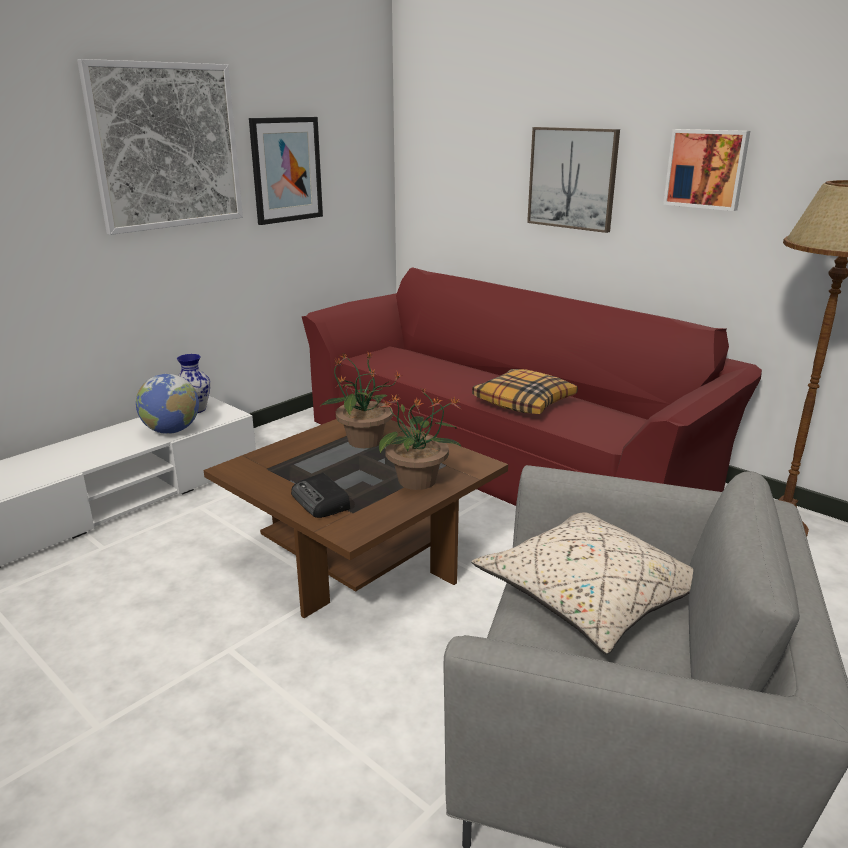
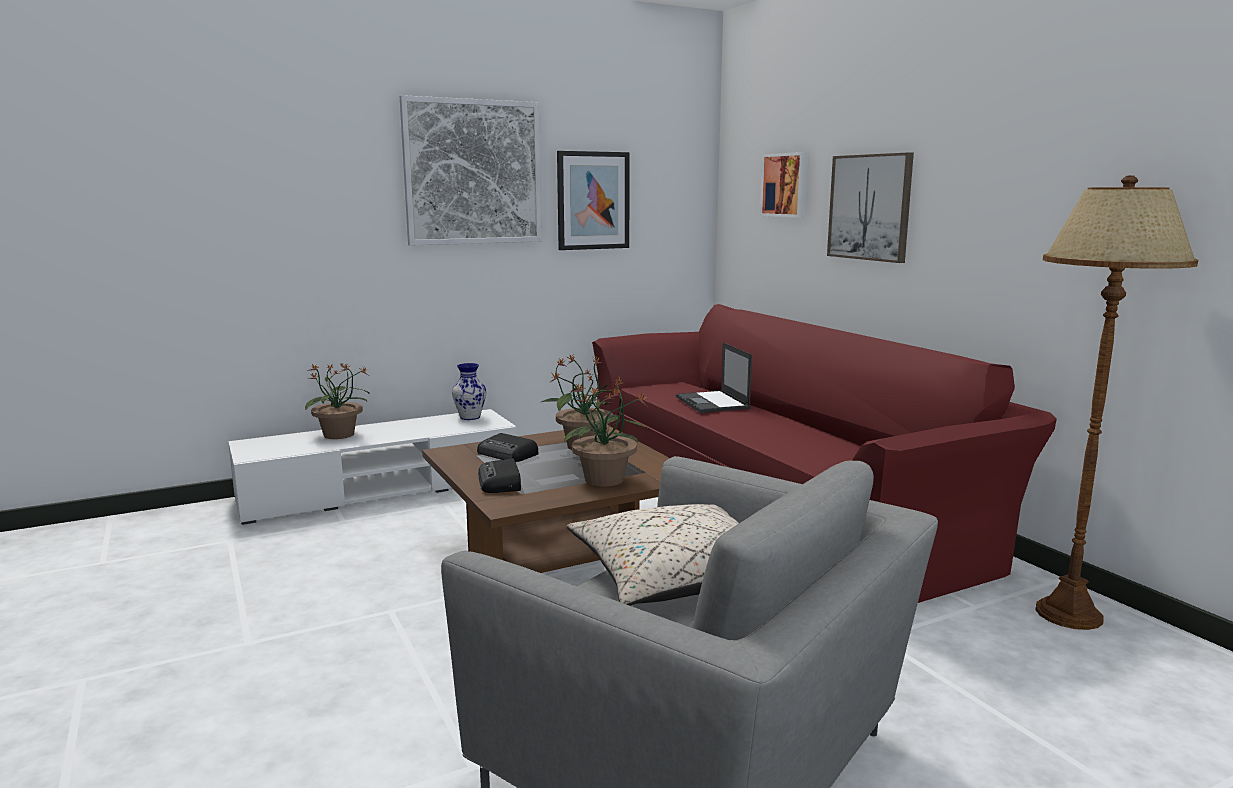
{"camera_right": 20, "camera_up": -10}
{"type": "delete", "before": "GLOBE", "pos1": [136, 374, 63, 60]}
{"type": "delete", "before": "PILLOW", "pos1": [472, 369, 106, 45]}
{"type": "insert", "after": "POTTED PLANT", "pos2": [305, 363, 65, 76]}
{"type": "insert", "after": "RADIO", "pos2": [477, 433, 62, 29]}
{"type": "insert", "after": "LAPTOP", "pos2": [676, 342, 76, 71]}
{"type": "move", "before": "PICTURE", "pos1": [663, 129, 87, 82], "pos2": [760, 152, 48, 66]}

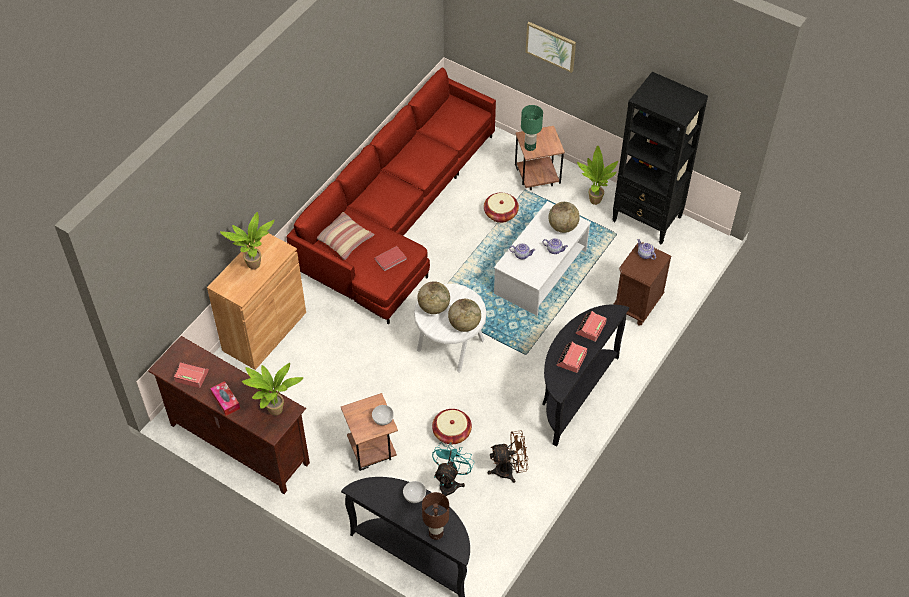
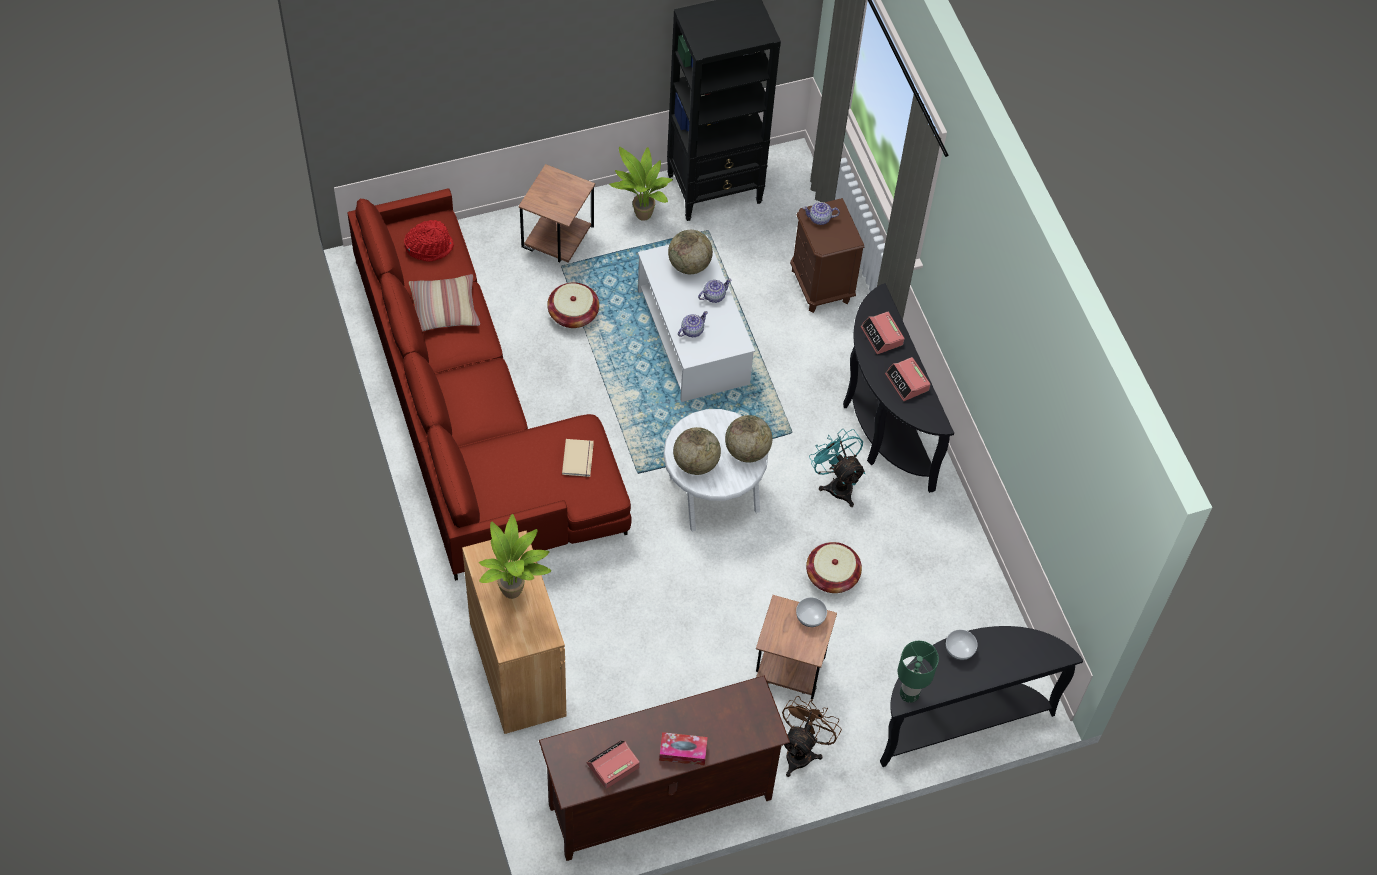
{"camera_right": -55, "camera_up": 5}
{"type": "delete", "before": "POTTED PLANT", "pos1": [242, 363, 61, 53]}
{"type": "delete", "before": "BROWN TABLE LAMP", "pos1": [422, 492, 27, 48]}
{"type": "delete", "before": "PICTURE", "pos1": [526, 22, 50, 51]}
{"type": "insert", "after": "RED HAT", "pos2": [404, 220, 50, 42]}
{"type": "move", "before": "PILLOW", "pos1": [317, 212, 58, 48], "pos2": [409, 274, 71, 57]}
{"type": "move", "before": "TURQUOISE FAN", "pos1": [432, 442, 42, 54], "pos2": [809, 429, 56, 78]}
{"type": "move", "before": "BROWN FAN", "pos1": [488, 431, 40, 52], "pos2": [782, 696, 60, 81]}
{"type": "move", "before": "GREEN TABLE LAMP", "pos1": [521, 105, 22, 46], "pos2": [898, 641, 41, 62]}
{"type": "recolor", "before": "RED BOOK", "after": "BEIGE BOOK", "pos1": [374, 246, 33, 25], "pos2": [562, 439, 32, 38]}

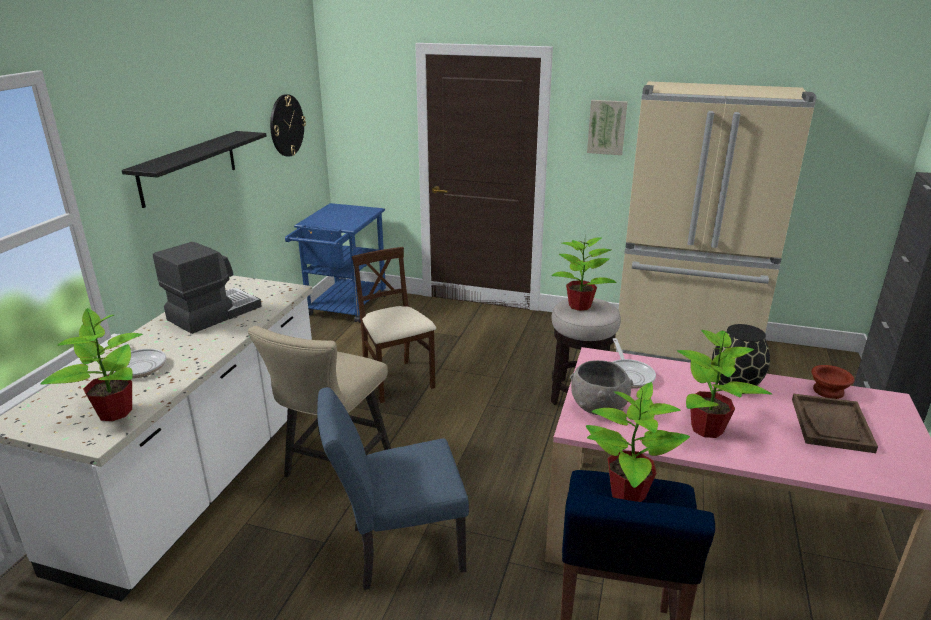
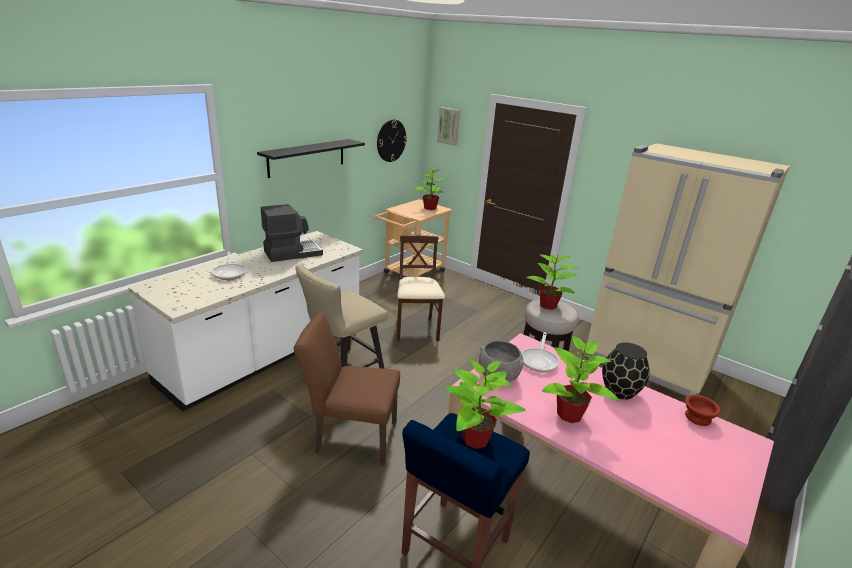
{"camera_right": 20, "camera_up": 0}
{"type": "delete", "before": "BROWN TRAY", "pos1": [792, 394, 86, 59]}
{"type": "move", "before": "POTTED PLANT", "pos1": [40, 308, 103, 113], "pos2": [412, 167, 36, 43]}
{"type": "move", "before": "PICTURE", "pos1": [587, 100, 41, 55], "pos2": [437, 107, 23, 39]}
{"type": "recolor", "before": "BLUE CART", "after": "BEIGE CART", "pos1": [285, 203, 101, 120], "pos2": [374, 199, 79, 78]}
{"type": "recolor", "before": "BLUE CHAIR", "after": "BROWN CHAIR", "pos1": [317, 387, 152, 203], "pos2": [294, 313, 106, 152]}

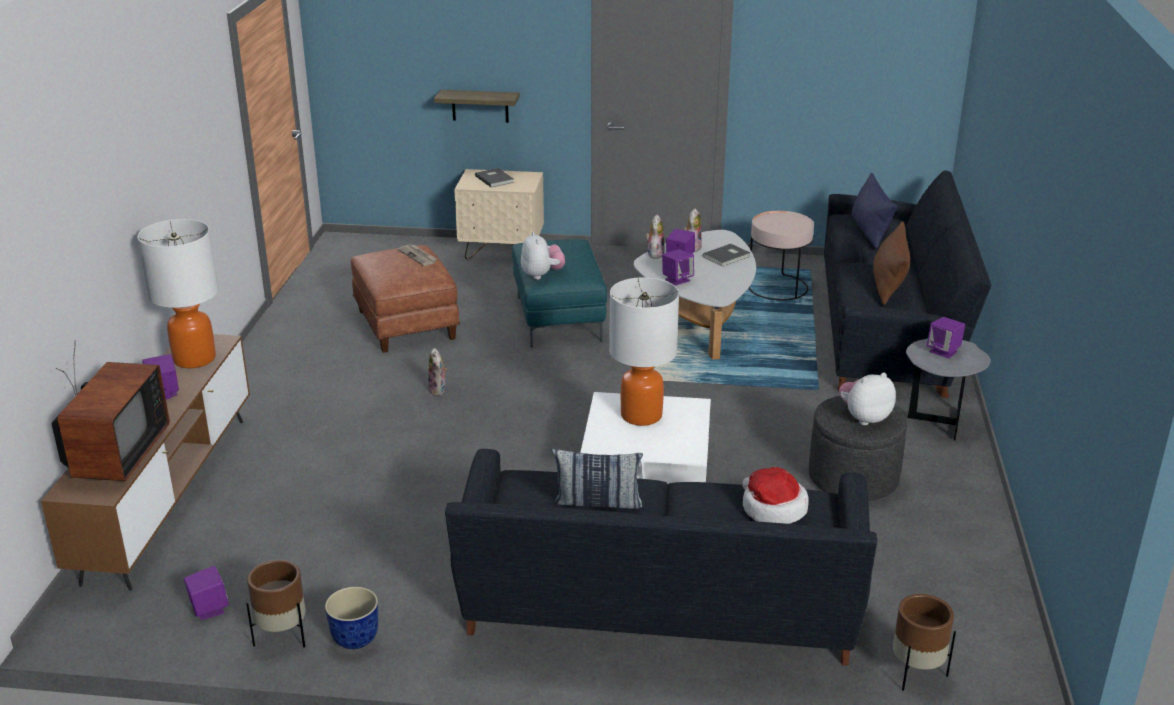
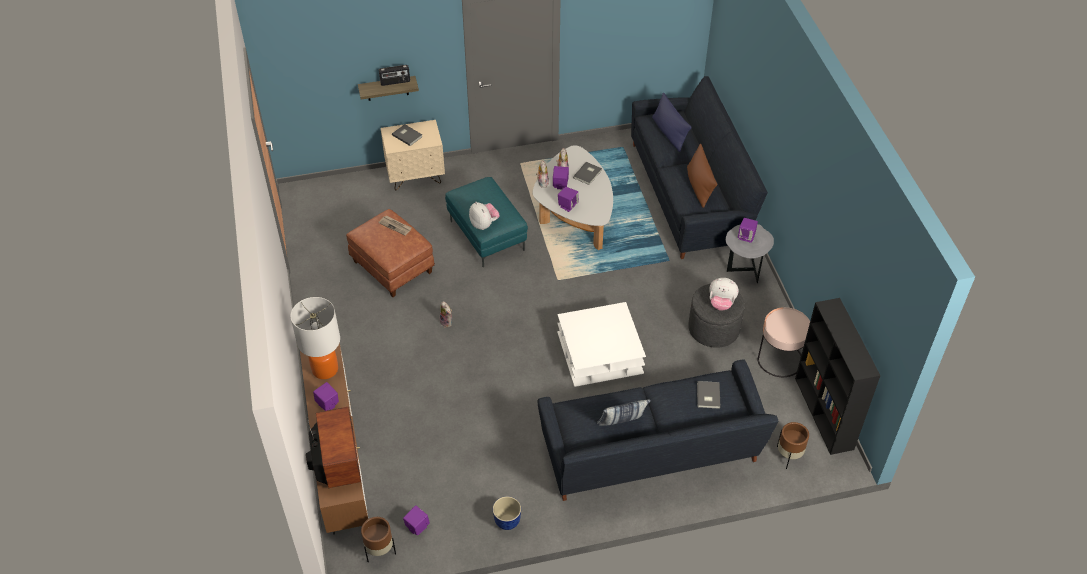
{"camera_right": -20, "camera_up": 20}
{"type": "delete", "before": "TABLE LAMP", "pos1": [609, 277, 70, 149]}
{"type": "insert", "after": "RADIO", "pos2": [379, 65, 31, 21]}
{"type": "insert", "after": "BLACK BOOKCASE", "pos2": [795, 298, 86, 157]}
{"type": "move", "before": "BROWN PLANTER", "pos1": [246, 560, 60, 88], "pos2": [361, 517, 35, 45]}
{"type": "move", "before": "PINK SIDE TABLE", "pos1": [748, 211, 66, 89], "pos2": [758, 307, 52, 70]}
{"type": "replace", "before": "HAT", "after": "GREY BOOK", "pos1": [742, 467, 67, 57], "pos2": [697, 381, 24, 28]}
{"type": "rotate", "before": "PLUSH TOY", "pos1": [839, 373, 57, 52], "pos2": [709, 278, 30, 33], "turn": -120}

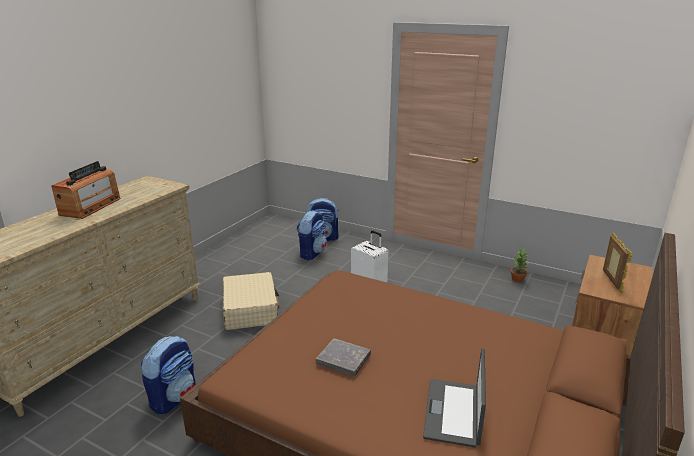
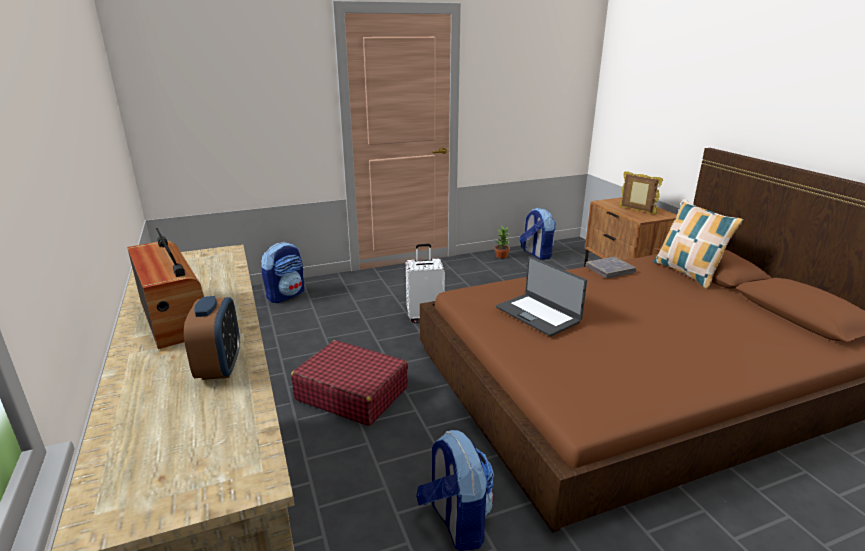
{"camera_right": -50, "camera_up": 0}
{"type": "insert", "after": "ALARM CLOCK", "pos2": [184, 296, 56, 84]}
{"type": "insert", "after": "PILLOW", "pos2": [654, 199, 89, 90]}
{"type": "move", "before": "BACKPACK", "pos1": [296, 210, 31, 50], "pos2": [520, 208, 36, 52]}
{"type": "move", "before": "GREY BOOK", "pos1": [316, 338, 55, 38], "pos2": [586, 257, 50, 21]}
{"type": "move", "before": "LAPTOP", "pos1": [423, 348, 63, 100], "pos2": [496, 256, 91, 80]}
{"type": "recolor", "before": "BEIGE SUITCASE", "after": "RED SUITCASE", "pos1": [223, 272, 56, 58], "pos2": [291, 340, 117, 86]}

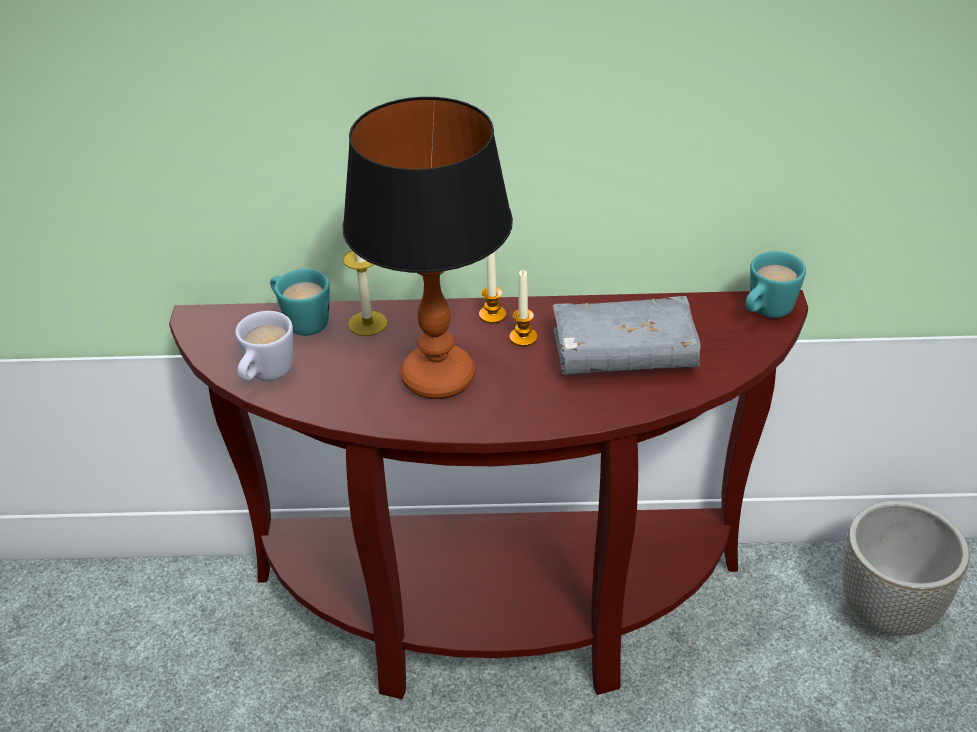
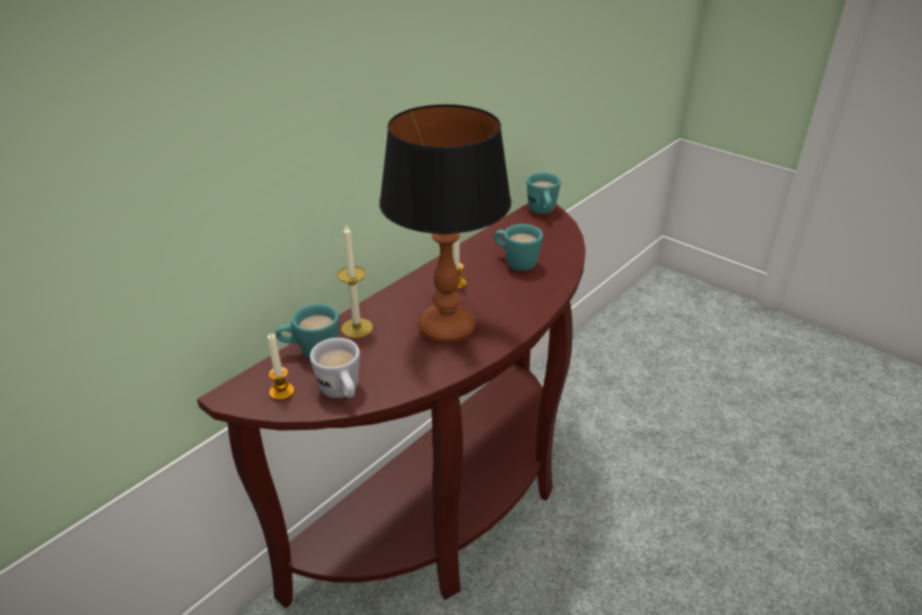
{"camera_right": -50, "camera_up": -5}
{"type": "delete", "before": "GREY PLANTER", "pos1": [842, 500, 128, 135]}
{"type": "move", "before": "CANDLE", "pos1": [479, 252, 27, 72], "pos2": [268, 334, 27, 67]}
{"type": "replace", "before": "GREY BOOK", "after": "TURQUOISE MUG", "pos1": [553, 296, 148, 79], "pos2": [494, 224, 49, 47]}

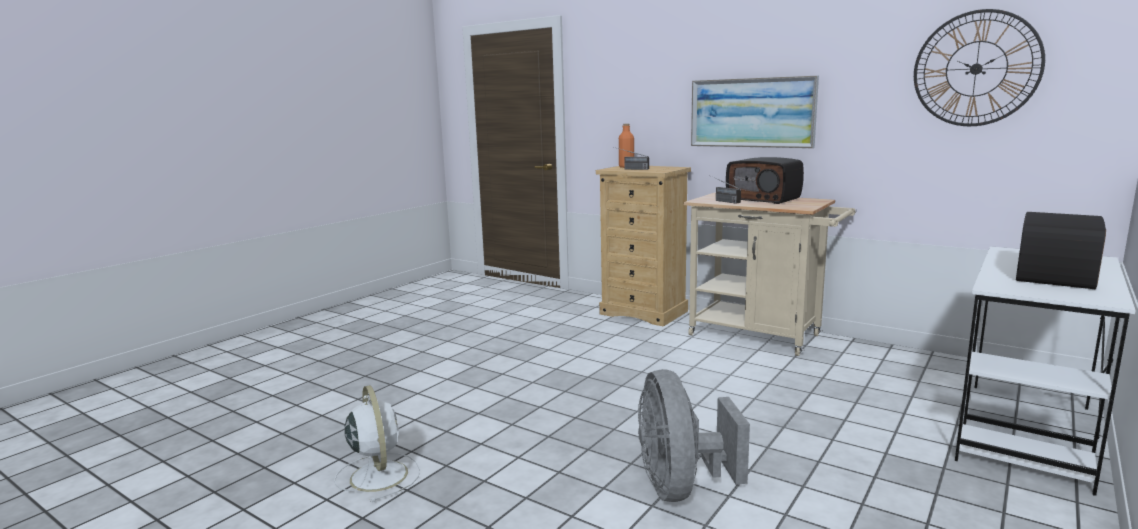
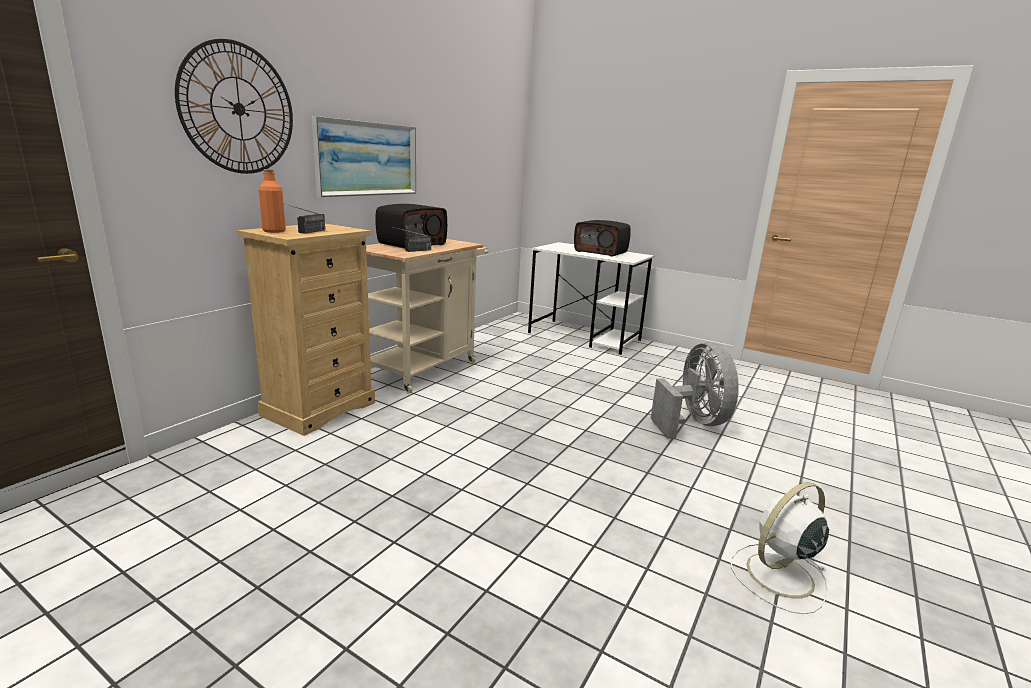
{"camera_right": -95, "camera_up": 5}
{"type": "move", "before": "WALL CLOCK", "pos1": [914, 9, 131, 117], "pos2": [175, 39, 118, 135]}
{"type": "rotate", "before": "GREY FAN", "pos1": [638, 369, 112, 133], "pos2": [650, 342, 89, 97], "turn": -90}

